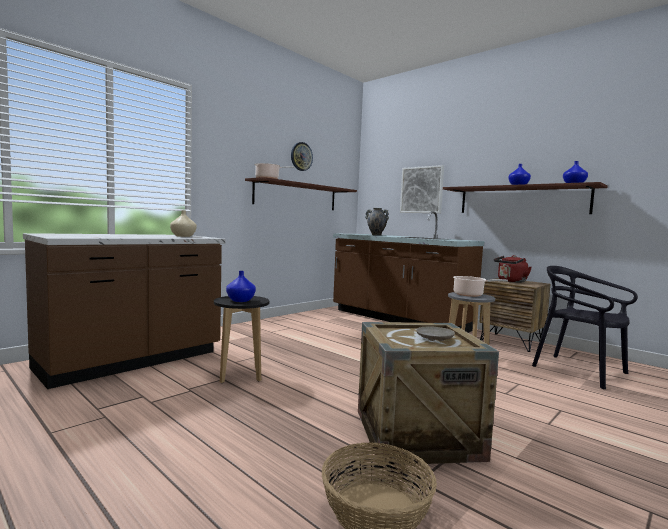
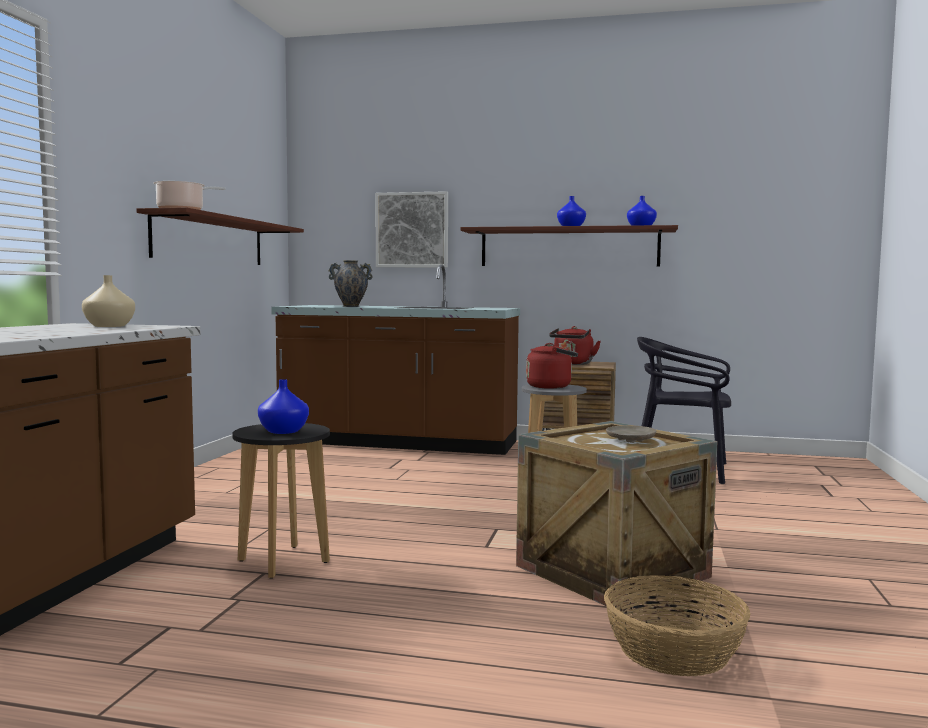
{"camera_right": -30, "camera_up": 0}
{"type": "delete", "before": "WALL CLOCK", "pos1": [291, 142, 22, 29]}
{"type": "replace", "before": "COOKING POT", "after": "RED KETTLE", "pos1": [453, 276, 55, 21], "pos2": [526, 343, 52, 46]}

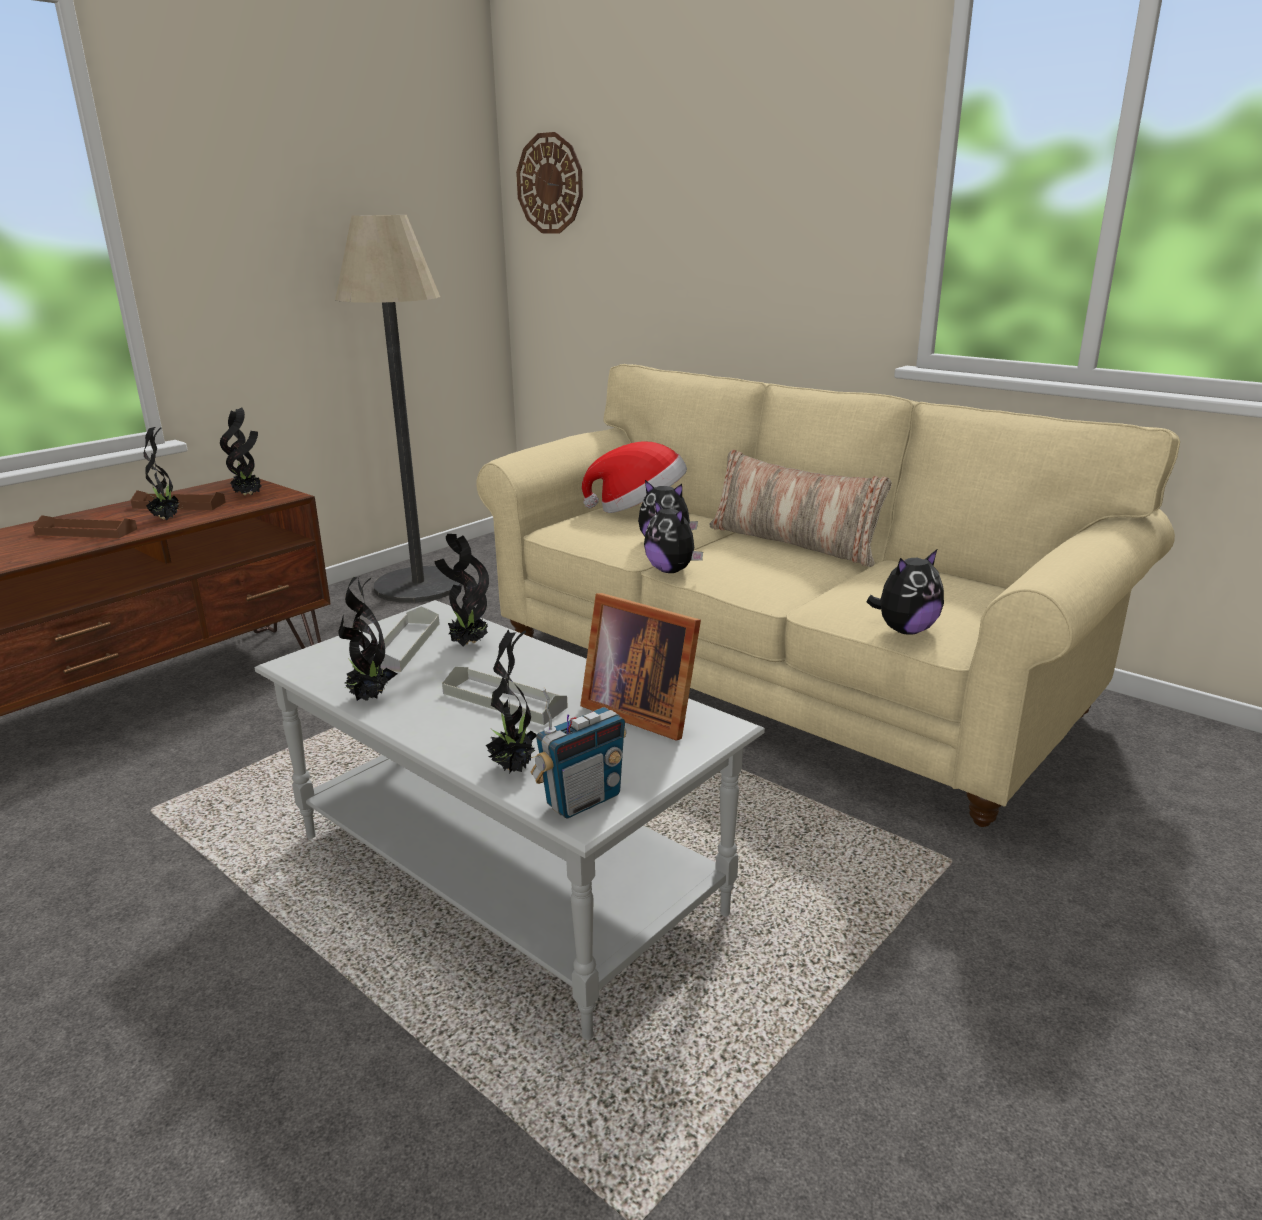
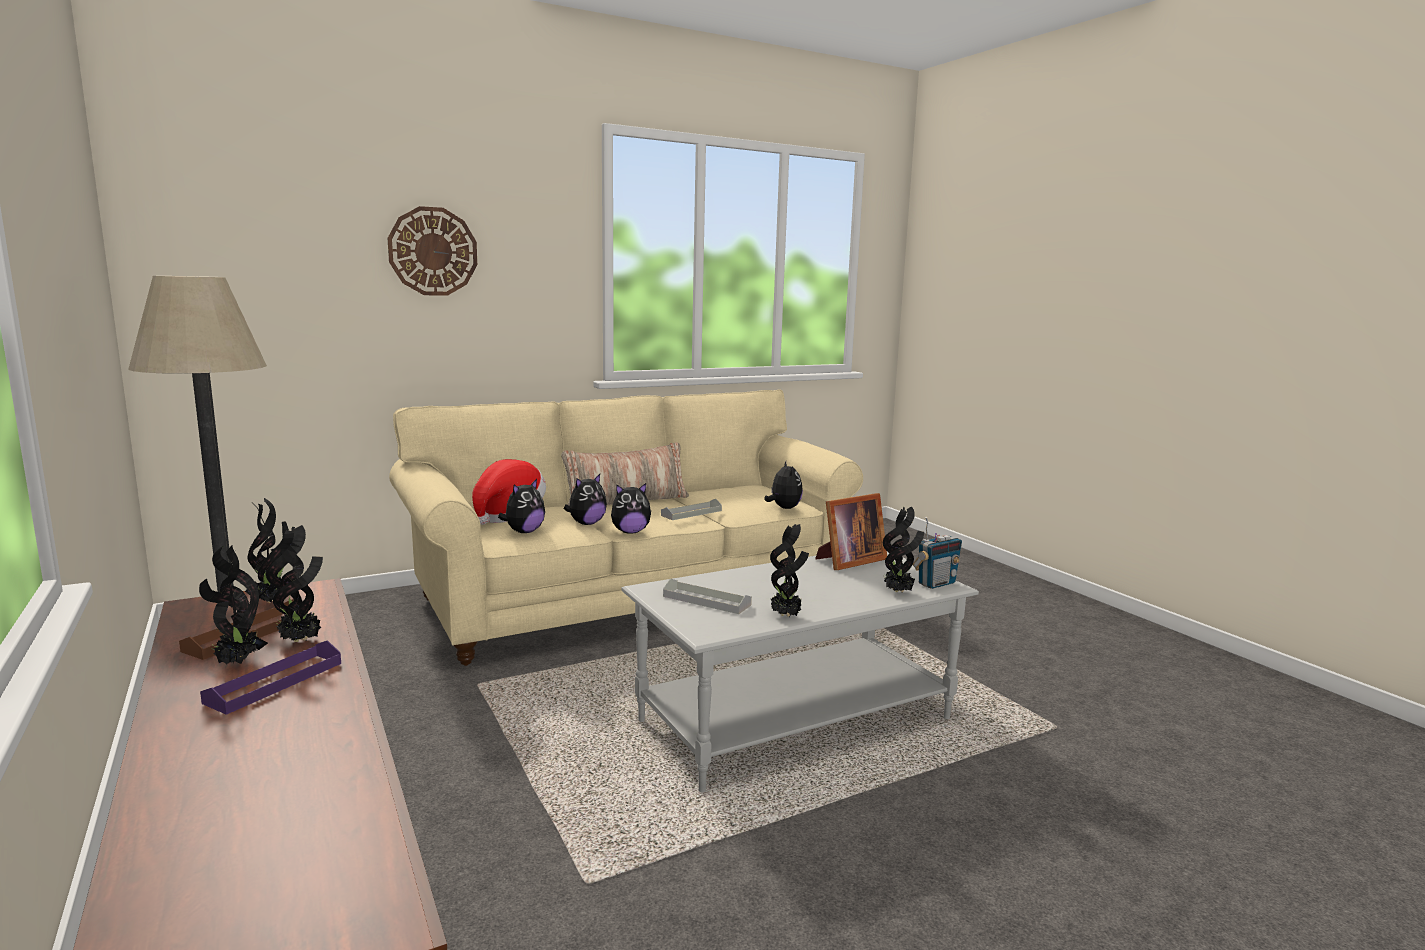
{"camera_right": -70, "camera_up": -10}
{"type": "insert", "after": "PLUSH TOY", "pos2": [498, 479, 47, 54]}
{"type": "move", "before": "POTTED PLANT", "pos1": [434, 534, 55, 112], "pos2": [199, 546, 69, 119]}
{"type": "move", "before": "GREY TRAY", "pos1": [442, 667, 126, 58], "pos2": [661, 499, 61, 21]}
{"type": "move", "before": "WALL CLOCK", "pos1": [516, 132, 67, 102], "pos2": [387, 206, 90, 90]}
{"type": "recolor", "before": "BROWN TRAY", "after": "PURPLE TRAY", "pos1": [33, 515, 104, 23], "pos2": [200, 640, 141, 75]}
{"type": "rotate", "before": "RADIO", "pos1": [531, 688, 96, 131], "pos2": [913, 517, 49, 72], "turn": 75}

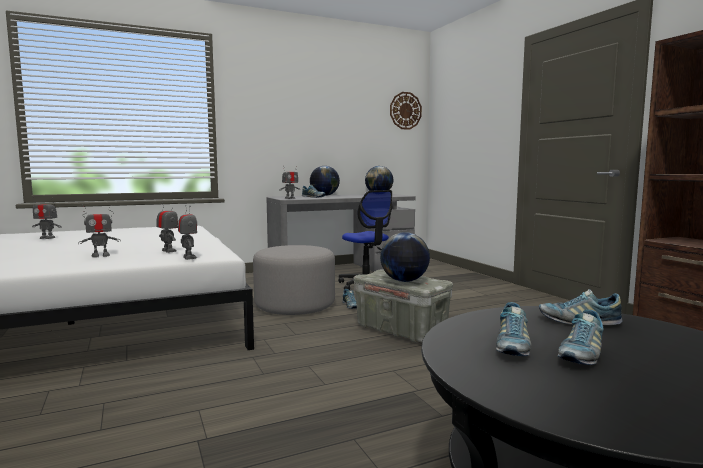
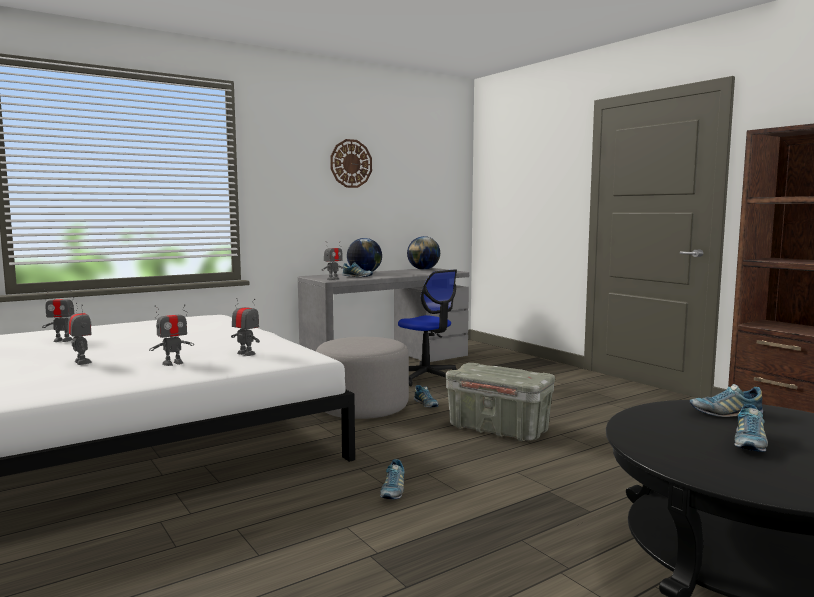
{"camera_right": -10, "camera_up": 0}
{"type": "delete", "before": "GLOBE", "pos1": [380, 232, 50, 50]}
{"type": "move", "before": "TOY ROBOT", "pos1": [178, 205, 19, 55], "pos2": [68, 303, 24, 62]}
{"type": "move", "before": "WALL CLOCK", "pos1": [390, 92, 32, 38], "pos2": [330, 139, 42, 49]}
{"type": "move", "before": "SHOE", "pos1": [496, 302, 35, 54], "pos2": [380, 459, 24, 40]}

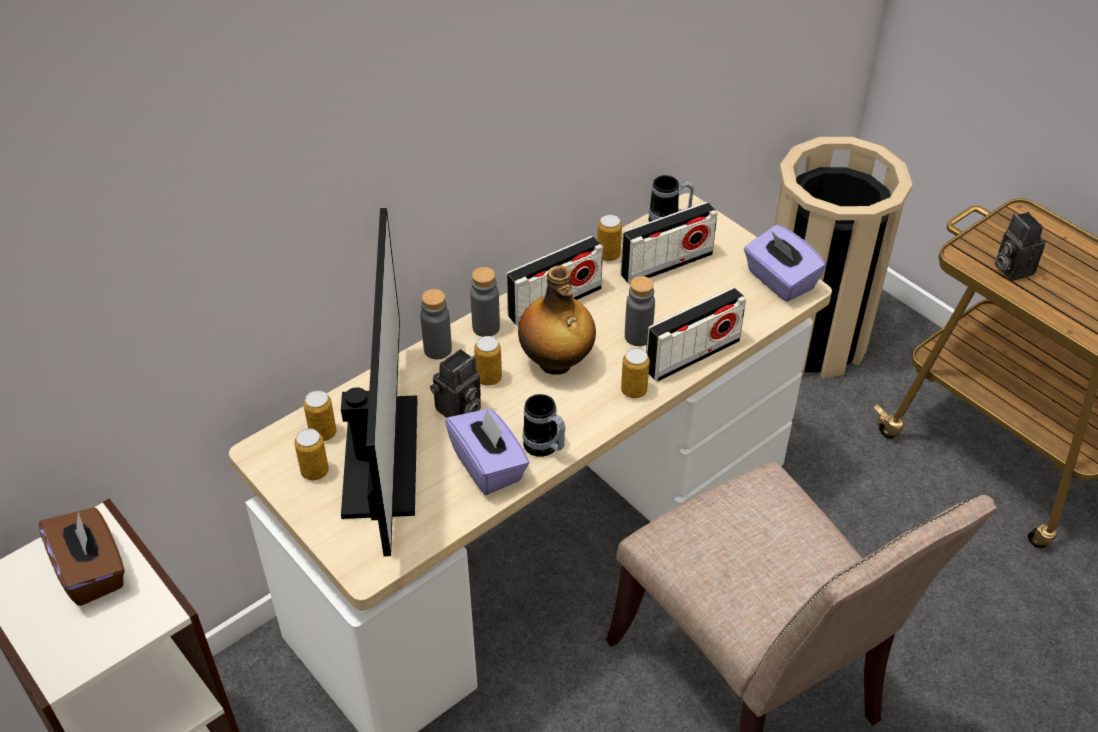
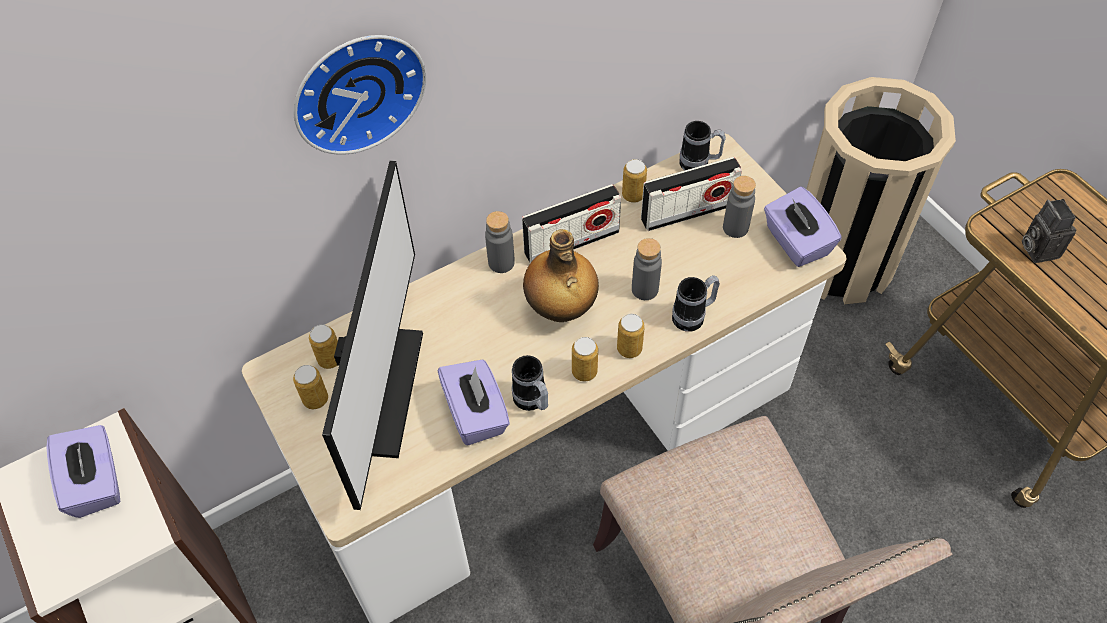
{"camera_right": 10, "camera_up": 10}
{"type": "delete", "before": "PHOTO CAMERA", "pos1": [430, 349, 51, 69]}
{"type": "insert", "after": "WALL CLOCK", "pos2": [294, 35, 132, 120]}
{"type": "move", "before": "GREY BOTTLE", "pos1": [420, 289, 32, 70], "pos2": [723, 176, 33, 62]}
{"type": "move", "before": "CAN", "pos1": [474, 336, 28, 50], "pos2": [572, 337, 26, 44]}
{"type": "replace", "before": "RADIO", "after": "MUG", "pos1": [646, 287, 100, 95], "pos2": [672, 275, 48, 57]}
{"type": "recolor", "before": "BROWN TISSUE BOX", "after": "PURPLE TISSUE BOX", "pos1": [39, 507, 86, 99], "pos2": [46, 425, 74, 93]}

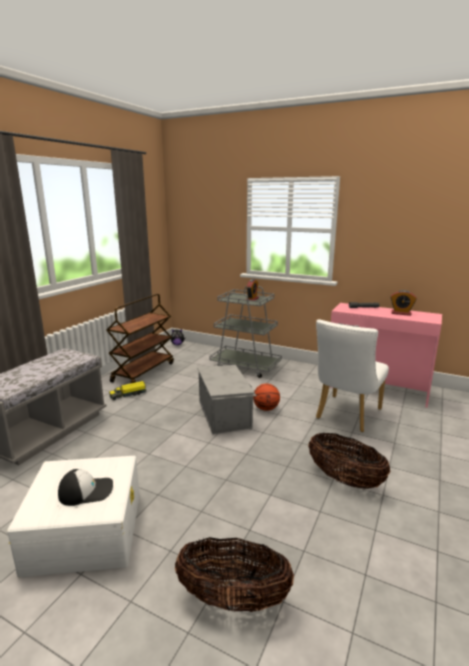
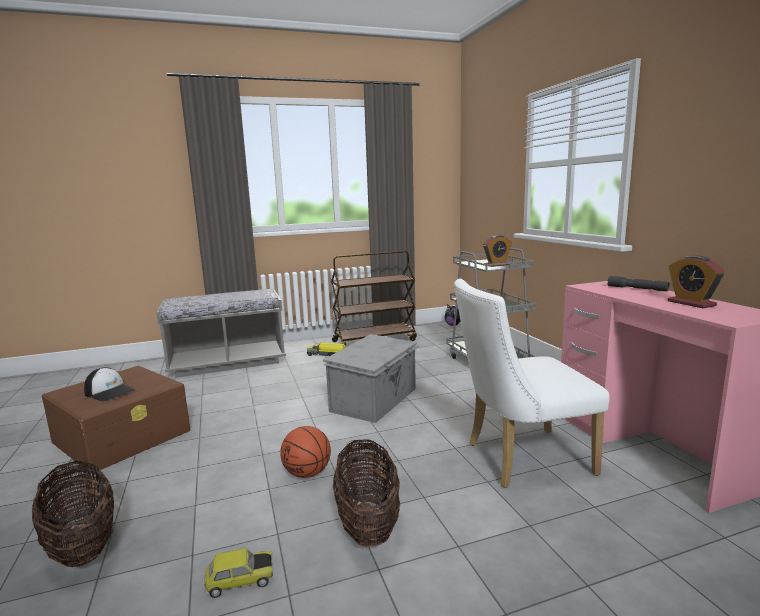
{"camera_right": 45, "camera_up": -5}
{"type": "insert", "after": "TOY CAR", "pos2": [204, 548, 69, 50]}
{"type": "move", "before": "BASKETBALL", "pos1": [253, 384, 27, 27], "pos2": [280, 426, 51, 52]}
{"type": "recolor", "before": "WHITE STORAGE BOX", "after": "BROWN STORAGE BOX", "pos1": [7, 456, 132, 121], "pos2": [42, 366, 148, 108]}

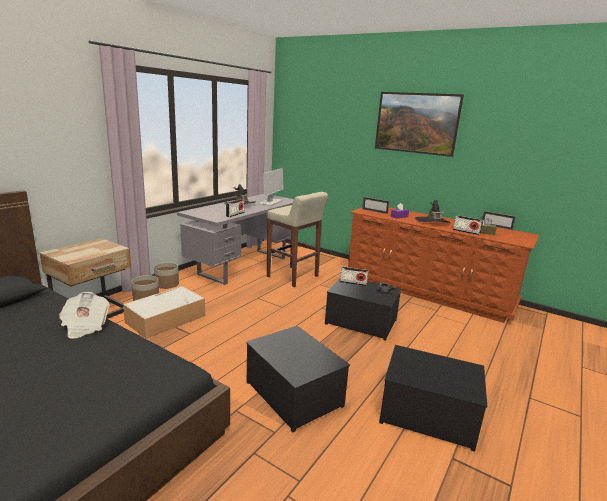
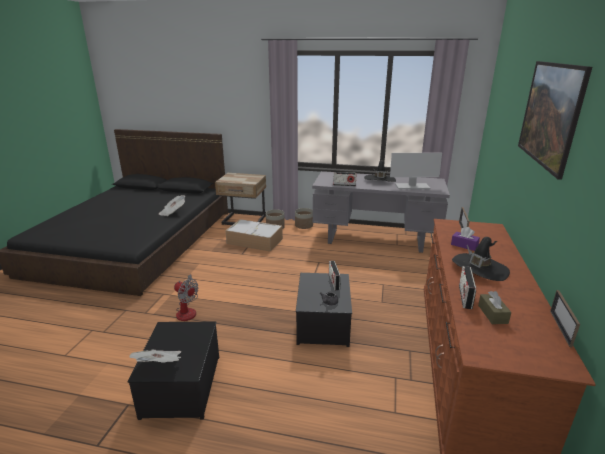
{"camera_right": 70, "camera_up": 5}
{"type": "delete", "before": "BEIGE STOOL", "pos1": [267, 192, 61, 95]}
{"type": "insert", "after": "NEWSPAPER", "pos2": [129, 350, 52, 12]}
{"type": "replace", "before": "STORAGE BOX", "after": "FAN", "pos1": [246, 326, 104, 107], "pos2": [174, 274, 24, 47]}

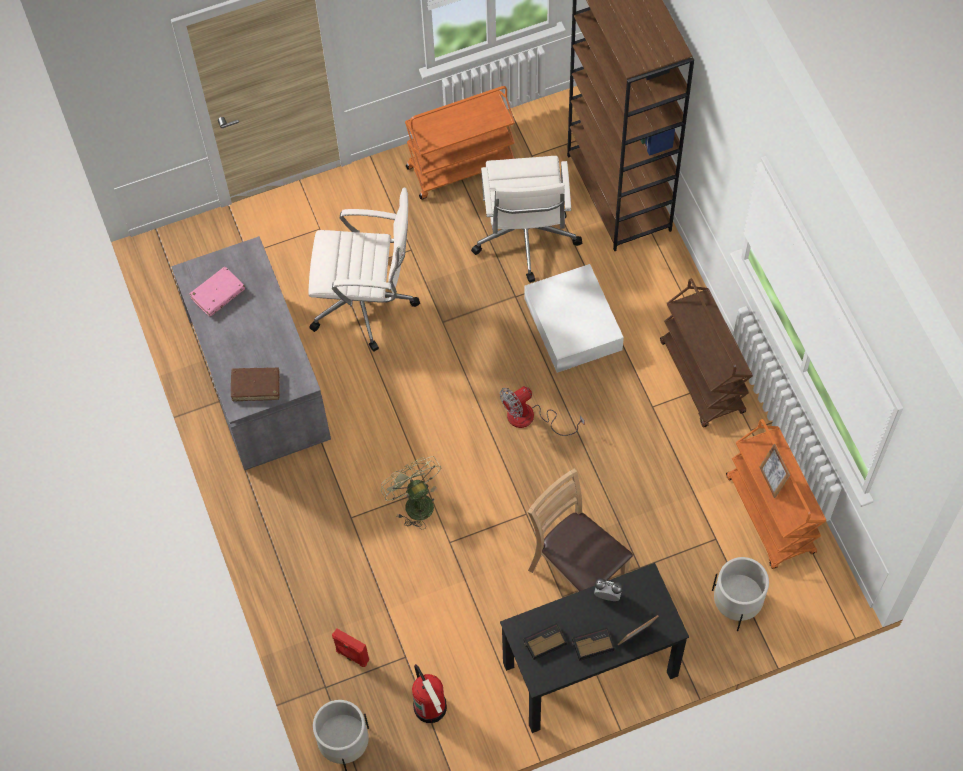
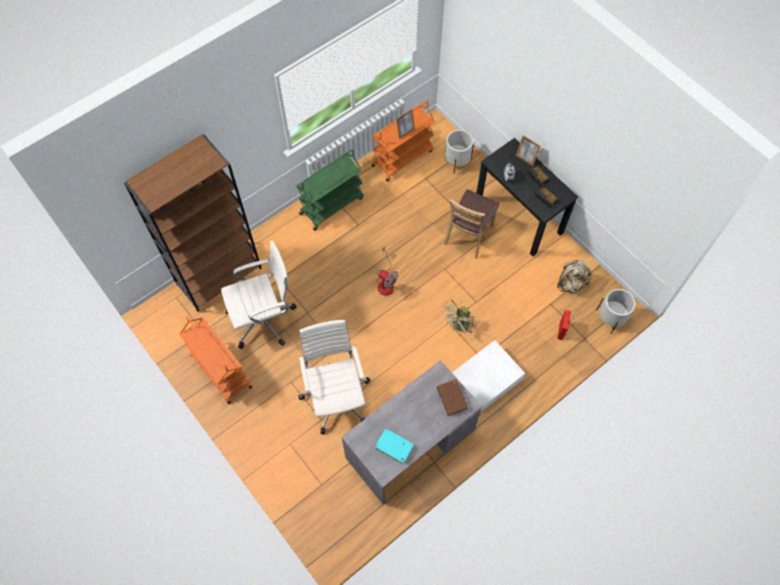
{"camera_right": -110, "camera_up": 0}
{"type": "move", "before": "WHITE STORAGE BOX", "pos1": [525, 264, 99, 109], "pos2": [452, 340, 73, 73]}
{"type": "replace", "before": "FIRE EXTINGUISHER", "after": "BEIGE BACKPACK", "pos1": [412, 664, 35, 59], "pos2": [557, 260, 35, 33]}
{"type": "recolor", "before": "PINK BOOK", "after": "TURQUOISE BOOK", "pos1": [189, 267, 56, 50], "pos2": [375, 429, 39, 35]}
{"type": "recolor", "before": "BROWN CART", "after": "GREEN CART", "pos1": [660, 278, 93, 150], "pos2": [296, 149, 68, 82]}

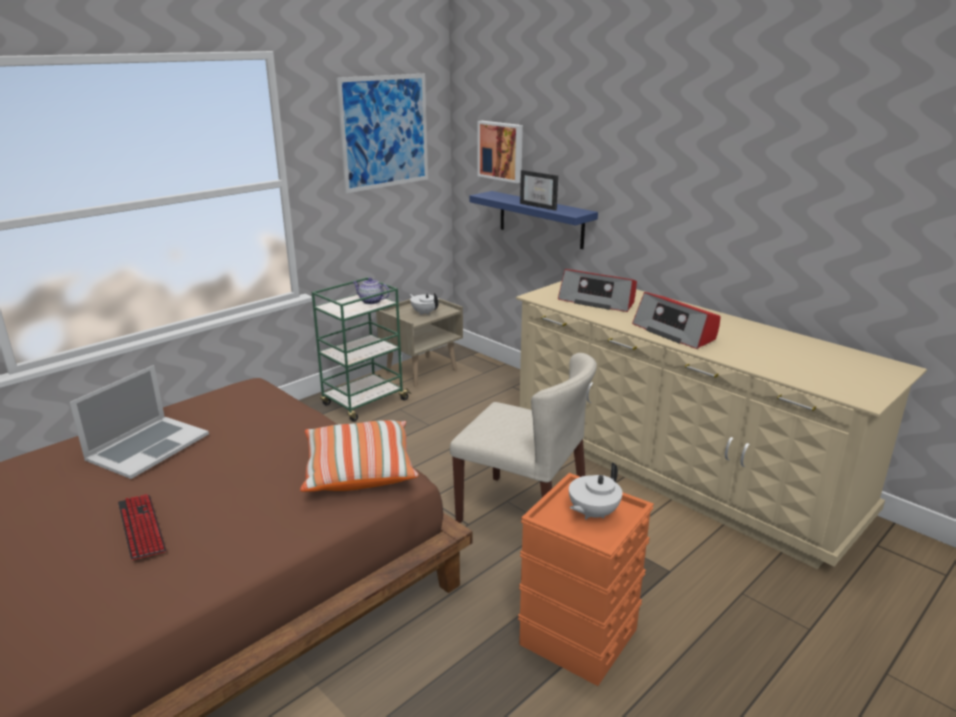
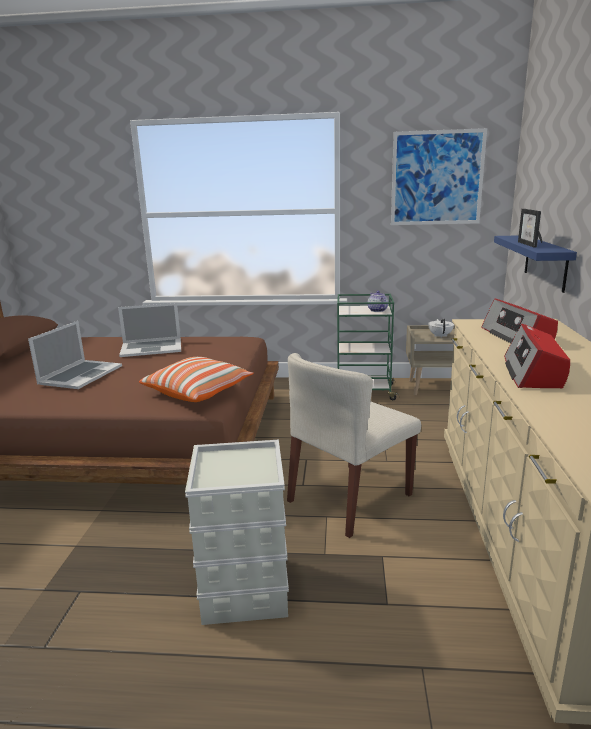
{"camera_right": 50, "camera_up": -5}
{"type": "delete", "before": "PICTURE", "pos1": [477, 121, 46, 62]}
{"type": "delete", "before": "WHITE TEAPOT", "pos1": [569, 463, 53, 57]}
{"type": "replace", "before": "KEYBOARD", "after": "LAPTOP", "pos1": [118, 494, 49, 66], "pos2": [28, 321, 94, 68]}
{"type": "recolor", "before": "ORANGE STORAGE BOX", "after": "GREY STORAGE BOX", "pos1": [518, 473, 136, 213], "pos2": [185, 440, 104, 185]}
{"type": "rotate", "before": "BEIGE CHAIR", "pos1": [450, 353, 147, 170], "pos2": [287, 353, 134, 185], "turn": 60}

